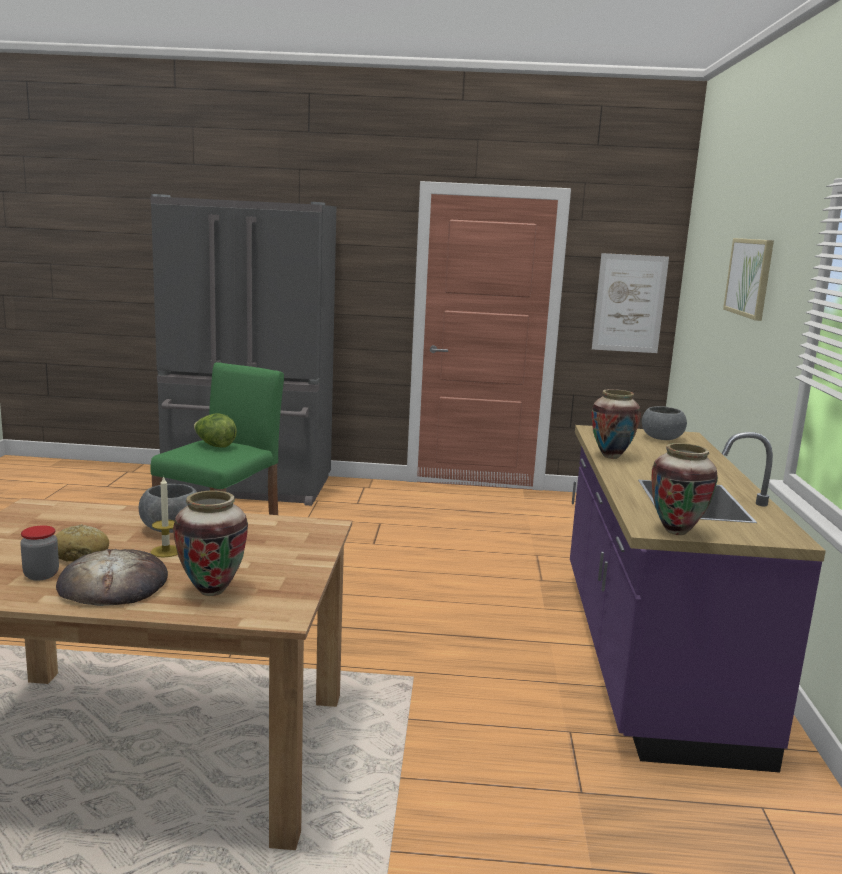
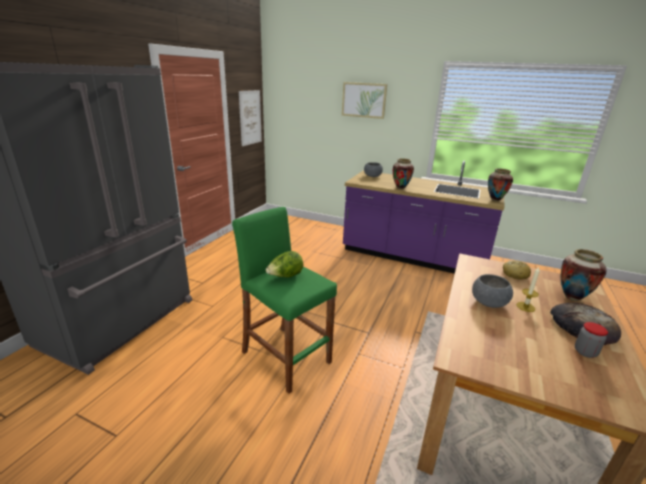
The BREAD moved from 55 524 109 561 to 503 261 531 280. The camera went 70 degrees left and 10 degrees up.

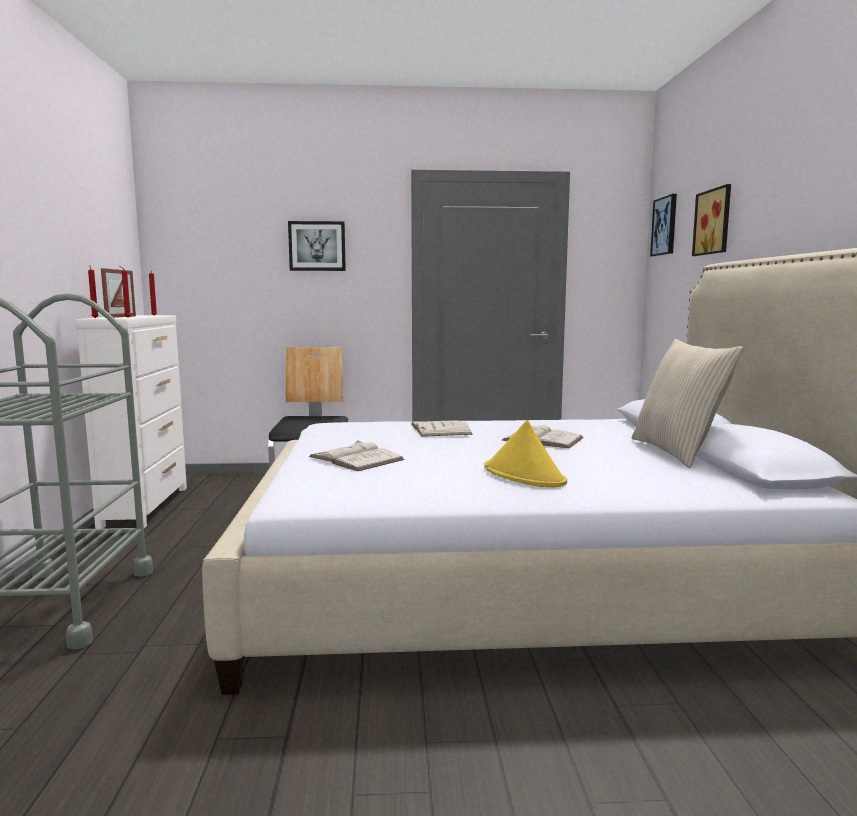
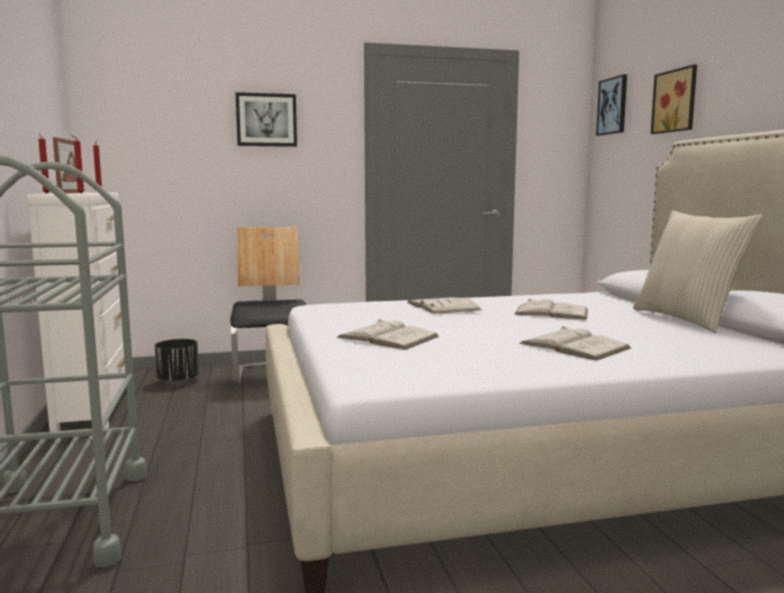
The BLACK PLANTER at 155 339 199 384 appeared. The YELLOW HAT at 484 420 567 487 was replaced by the WHITE BOOK at 519 326 631 361. The camera went 10 degrees left and 0 degrees up.

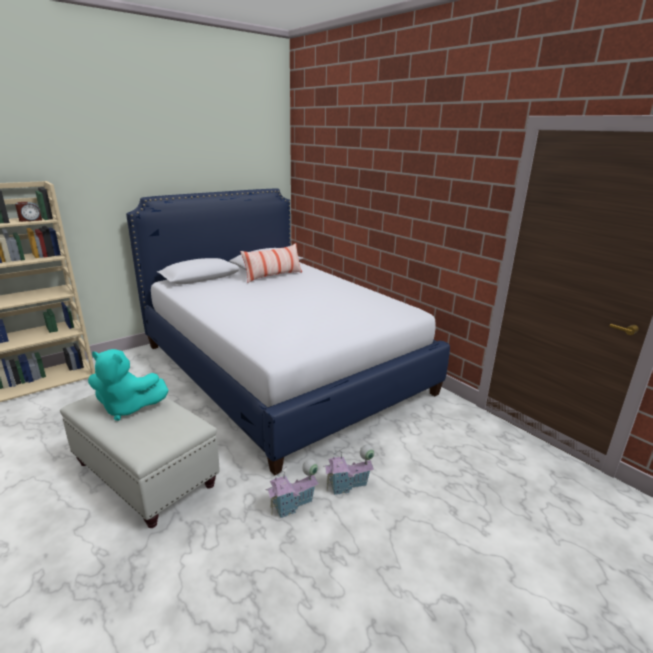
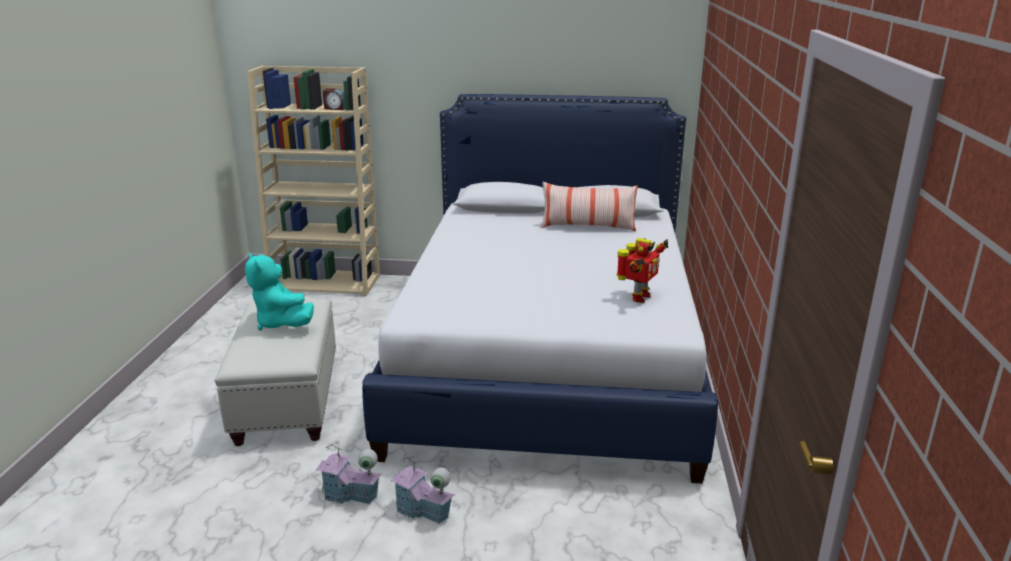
The TOY ROBOT at 616 238 668 303 appeared. The camera went 45 degrees right and 0 degrees up.

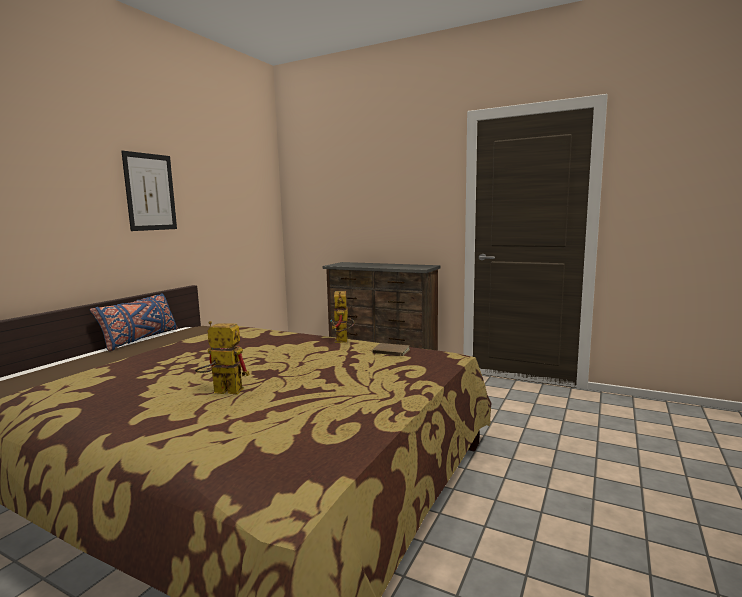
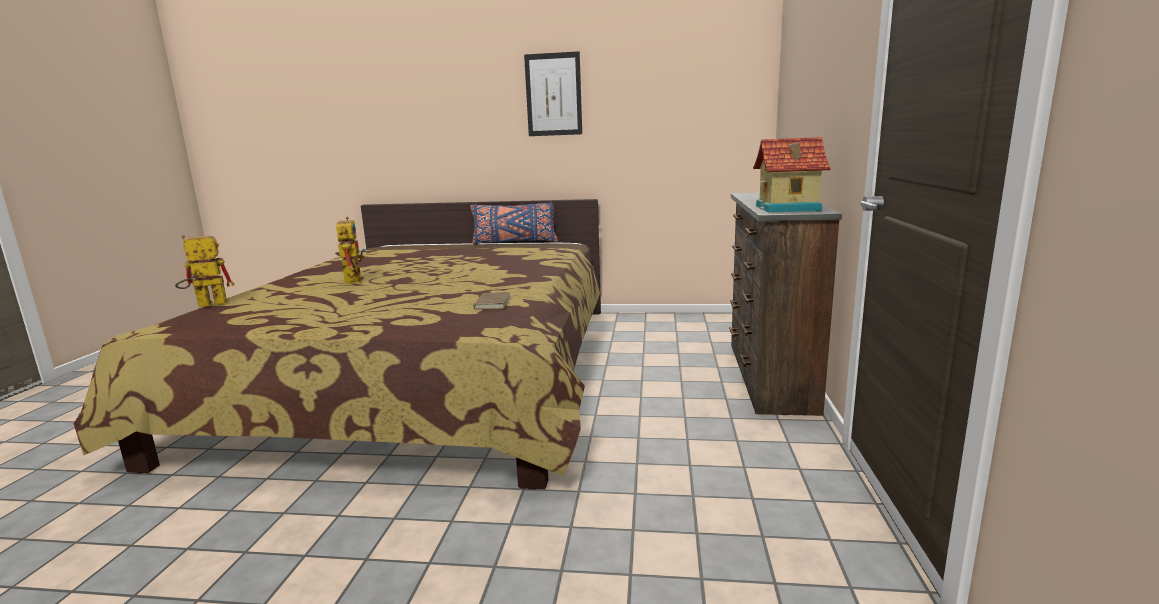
The TOY HOUSE at 753 137 831 212 appeared. The TOY ROBOT moved from 330 291 355 343 to 175 235 234 307. The camera went 70 degrees right and 5 degrees up.

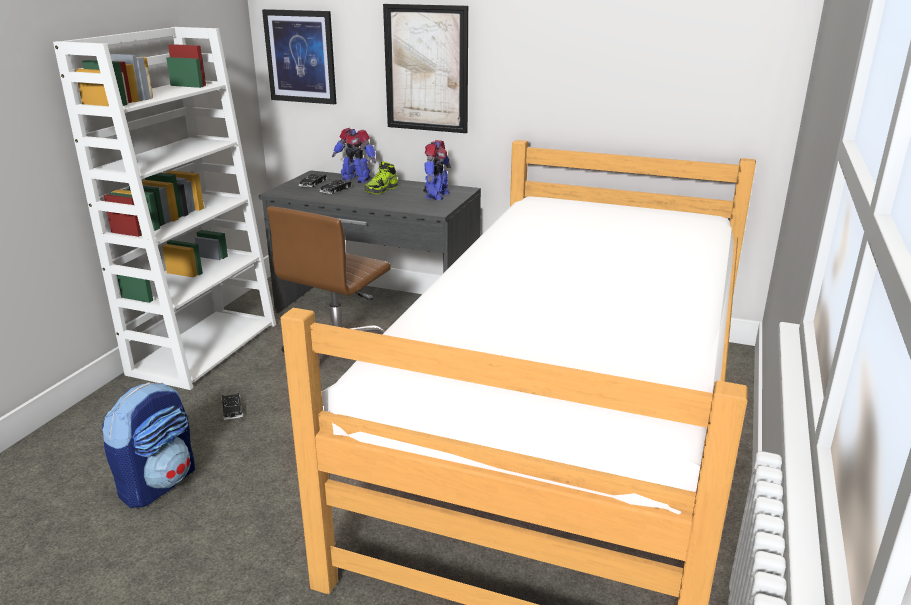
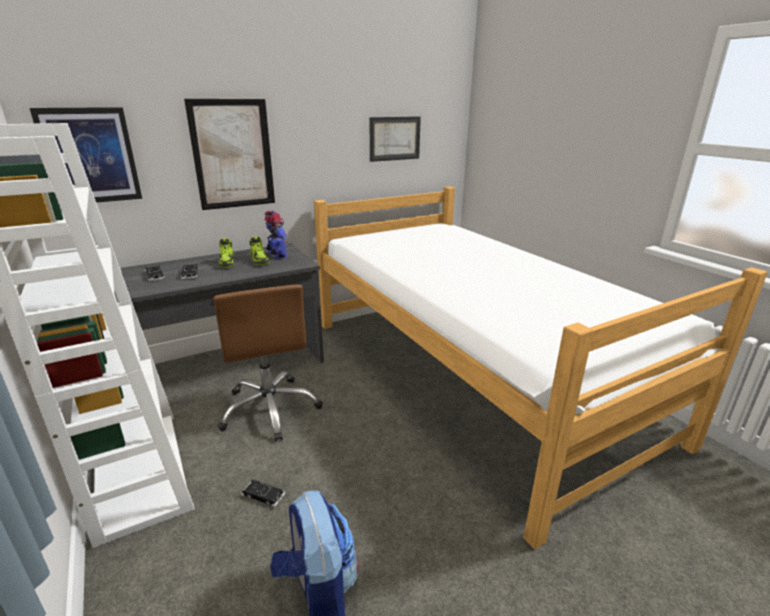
The TOY ROBOT at 332 128 376 183 disappeared. The SHOE at 249 236 270 265 appeared. The PICTURE at 369 116 421 162 appeared. The camera went 50 degrees left and 0 degrees up.

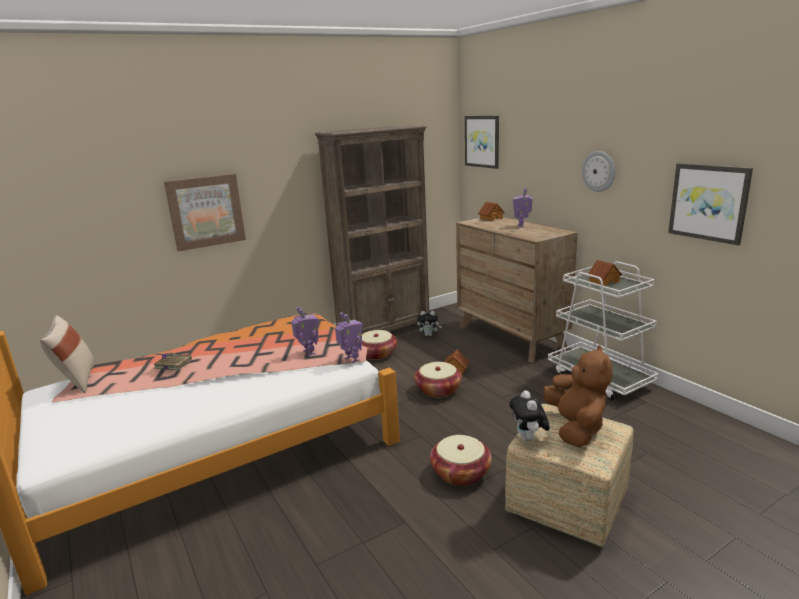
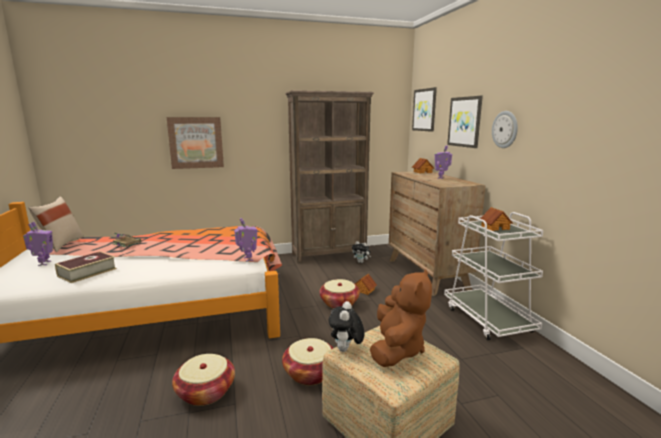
The BOOK at 55 251 117 283 appeared. The TOY ROBOT moved from 291 307 318 356 to 23 222 53 266. The BASKET moved from 362 330 397 360 to 172 354 235 406. The PICTURE moved from 668 163 753 246 to 447 96 483 148. The camera went 15 degrees right and 5 degrees down.

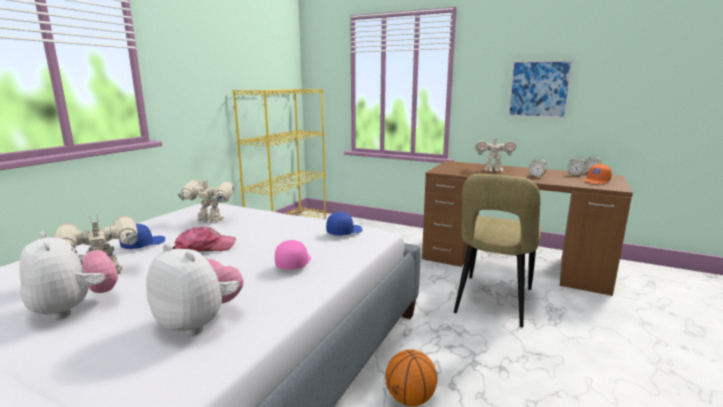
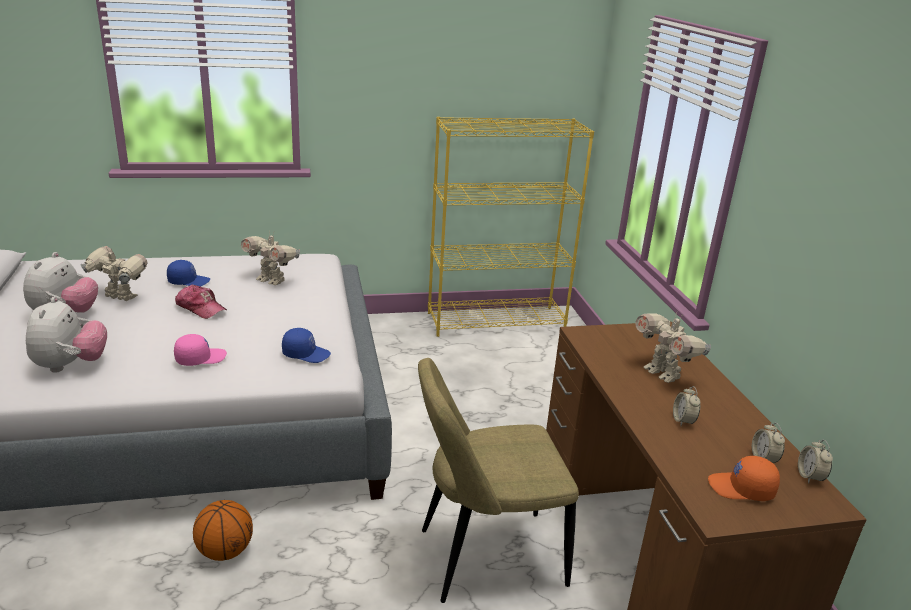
The PICTURE at 507 59 574 119 disappeared. The TOY ROBOT at 178 177 234 222 turned 150 degrees clockwise. The camera went 50 degrees right and 10 degrees up.

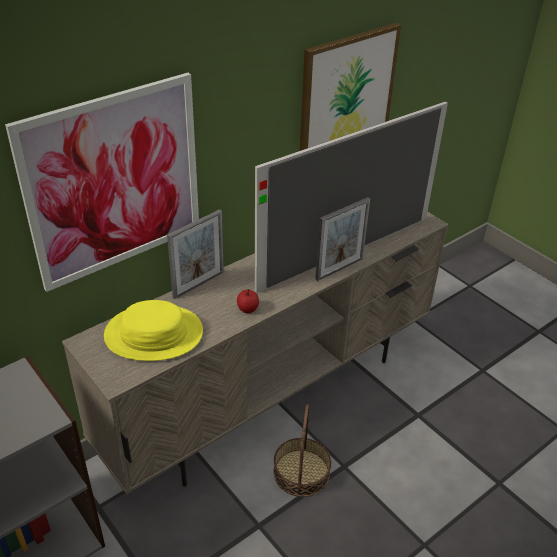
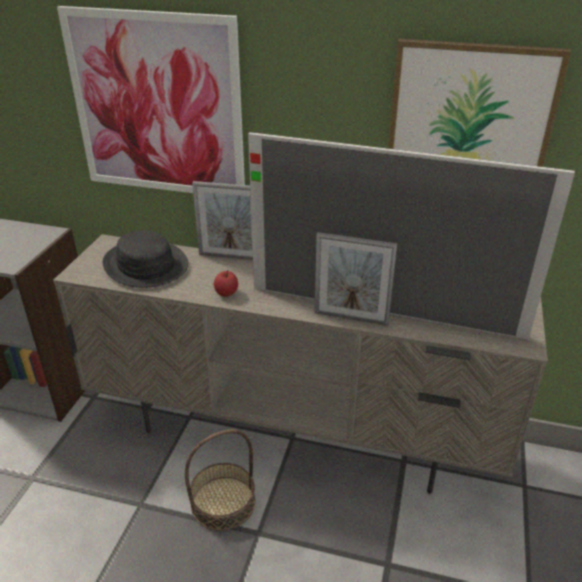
The YELLOW HAT at 104 300 203 361 became the BLACK HAT at 103 230 188 288. The camera went 55 degrees right and 5 degrees down.

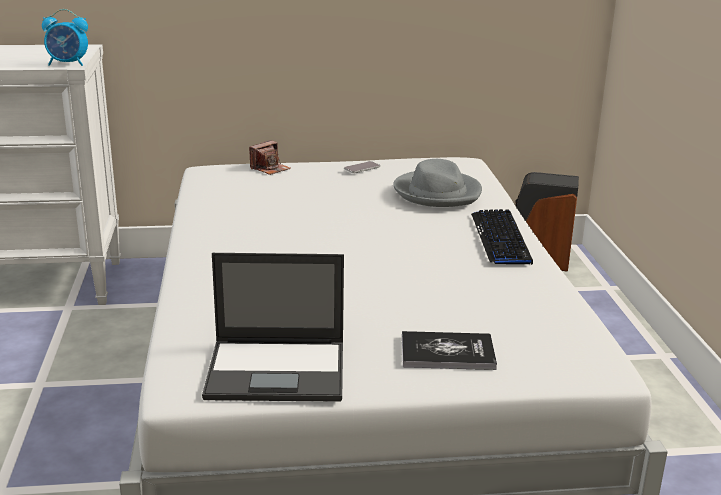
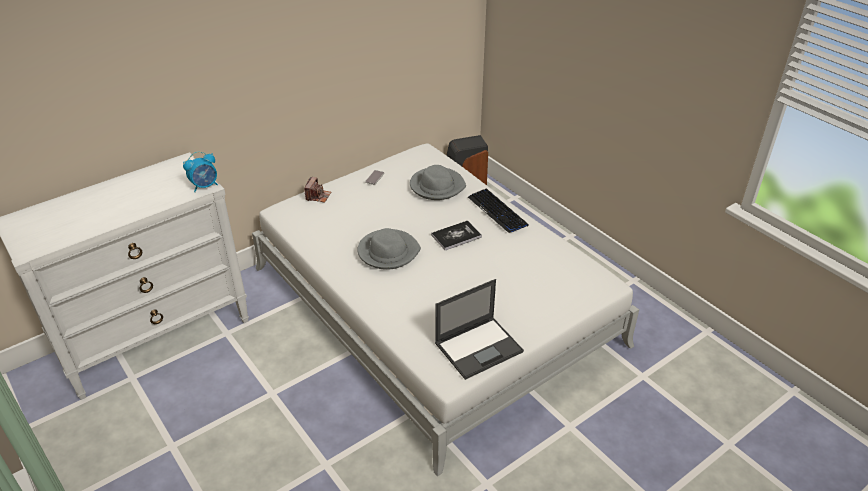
The GREY HAT at 357 228 421 270 appeared. The BOOK moved from 402 331 497 370 to 431 220 482 250. The camera went 30 degrees left and 15 degrees up.

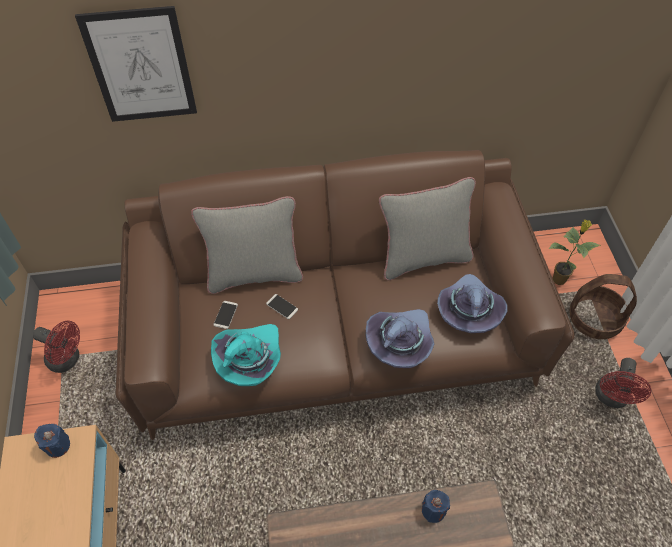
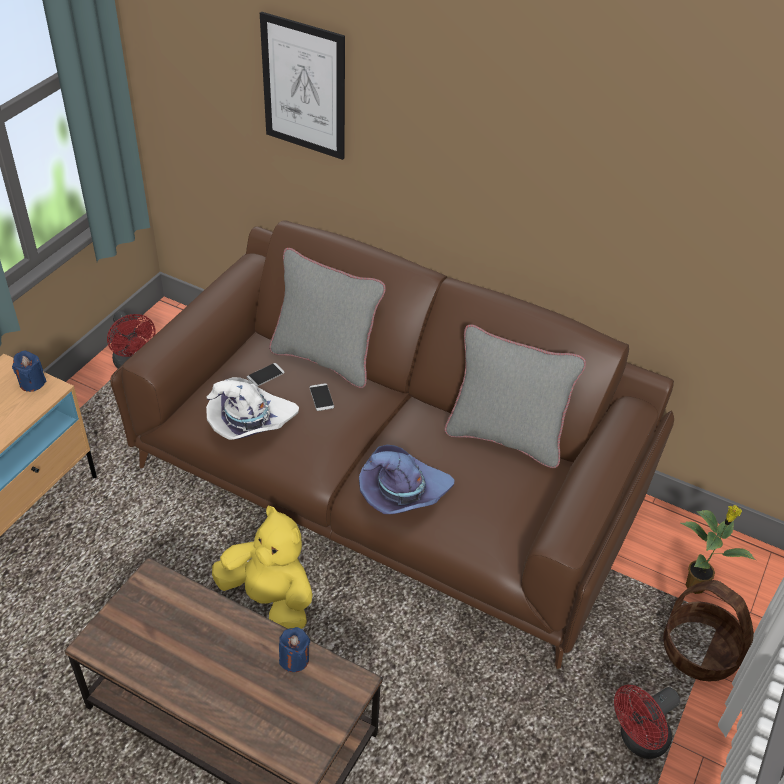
The PURPLE HAT at 437 274 508 333 disappeared. The YELLOW PLUSH TOY at 212 506 313 629 appeared. The TURQUOISE HAT at 211 324 281 386 became the WHITE HAT at 206 377 299 440. The camera went 35 degrees right and 10 degrees down.

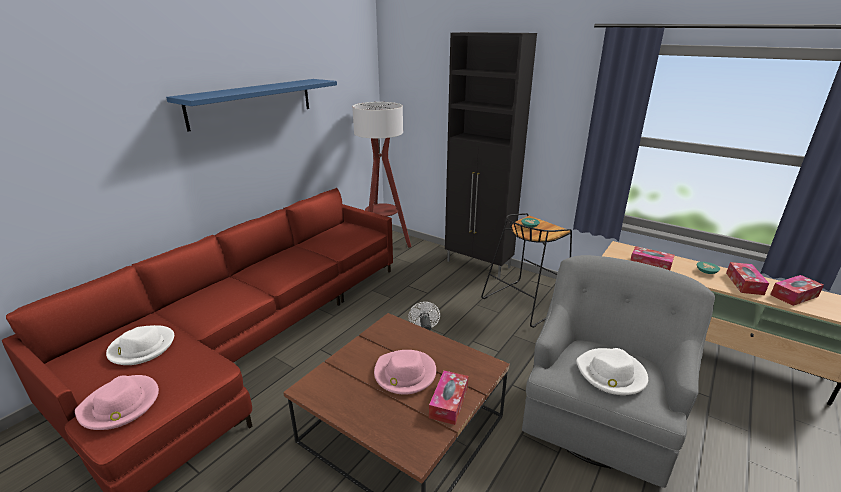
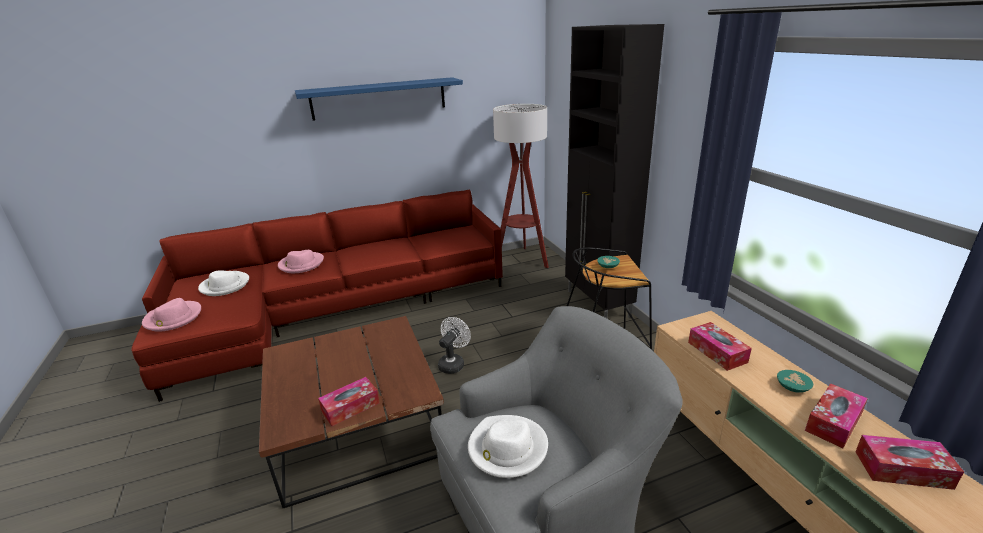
The PINK HAT moved from 374 350 436 395 to 278 250 324 273. The camera went 35 degrees right and 0 degrees up.

